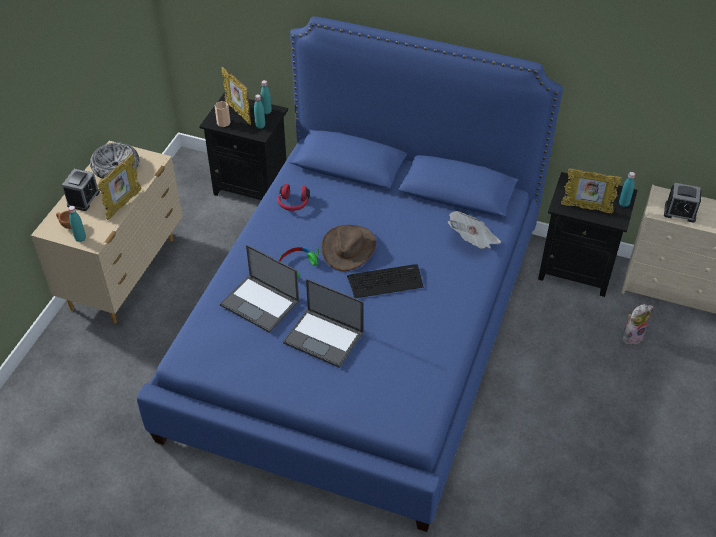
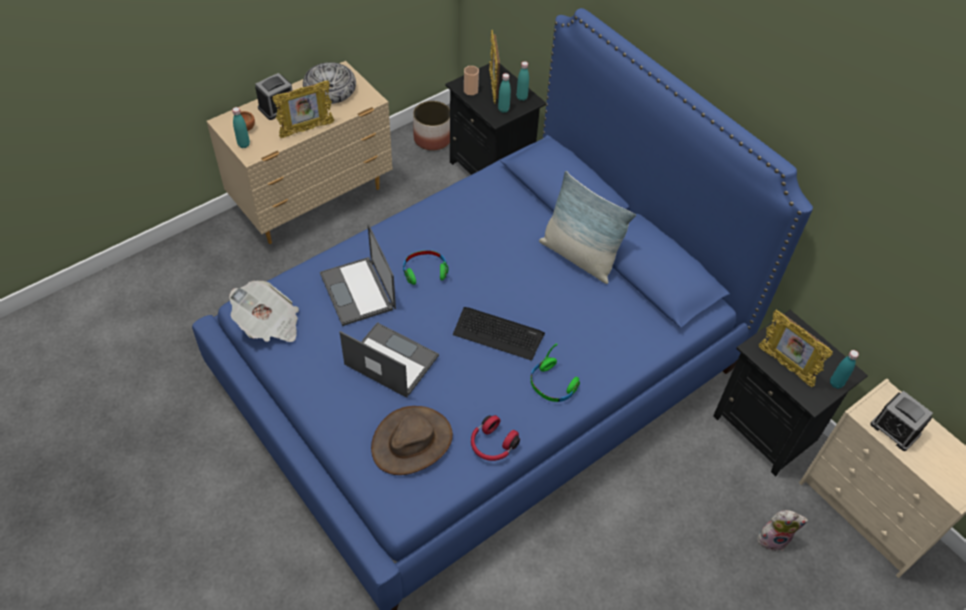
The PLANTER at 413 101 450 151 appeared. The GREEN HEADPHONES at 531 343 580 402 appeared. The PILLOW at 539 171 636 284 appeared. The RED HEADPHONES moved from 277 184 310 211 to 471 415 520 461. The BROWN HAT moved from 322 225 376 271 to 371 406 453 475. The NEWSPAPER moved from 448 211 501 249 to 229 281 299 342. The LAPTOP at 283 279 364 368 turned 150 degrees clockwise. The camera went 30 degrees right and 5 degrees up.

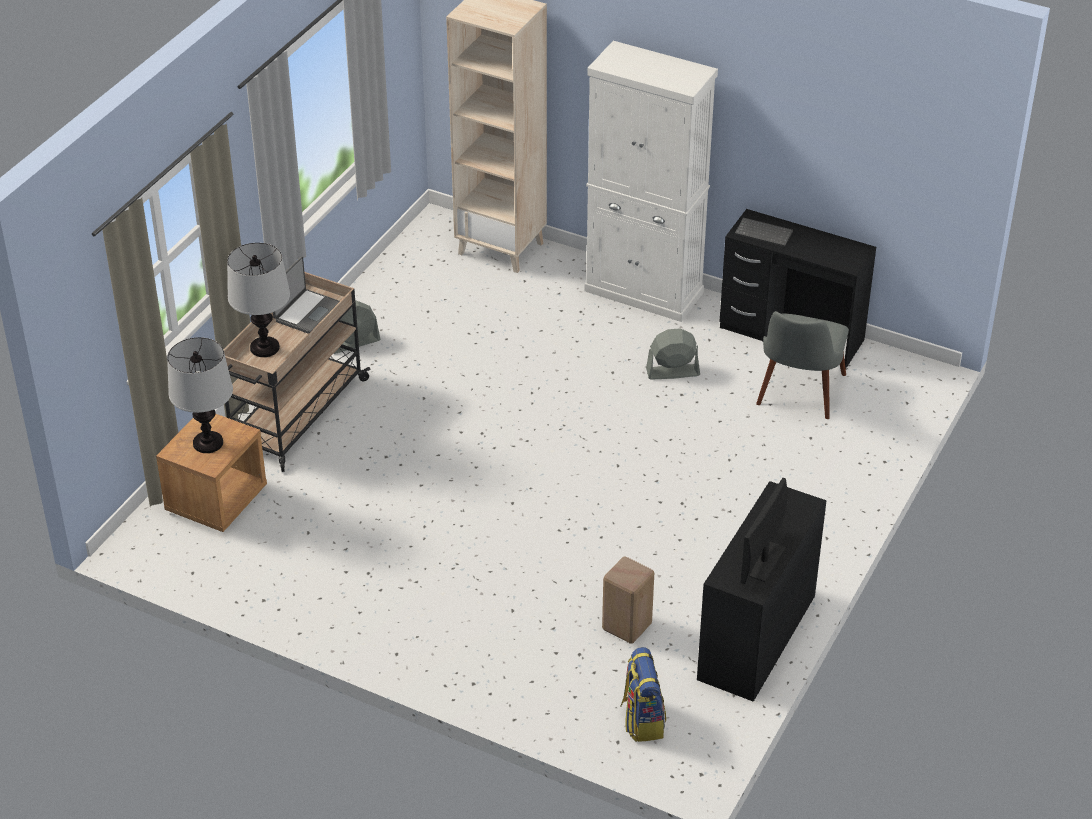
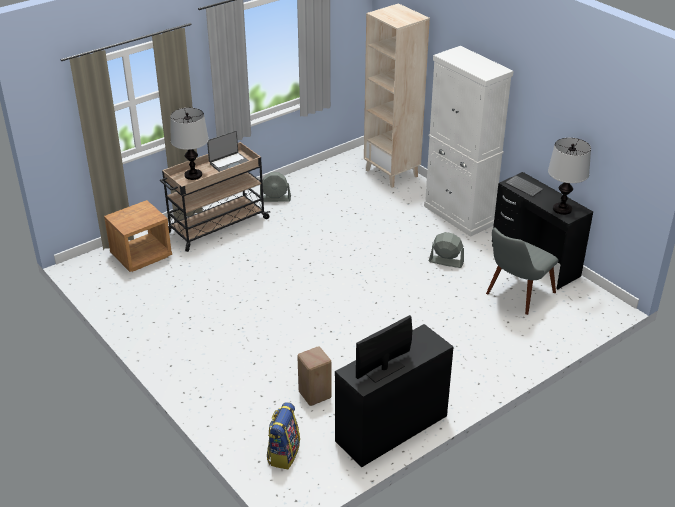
The TABLE LAMP moved from 167 337 233 453 to 548 138 591 215. The camera went 25 degrees right and 5 degrees down.

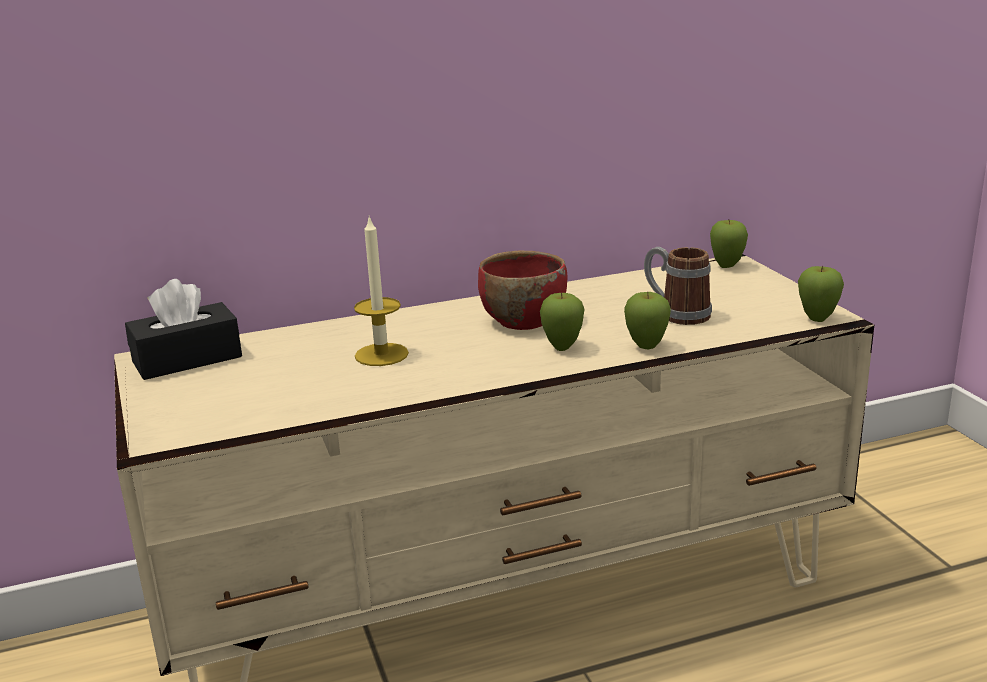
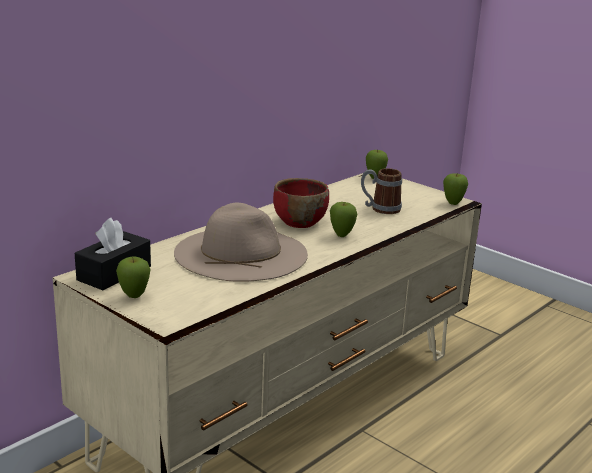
The APPLE moved from 624 292 671 349 to 116 256 151 298. The CANDLE at 354 216 409 366 was replaced by the BEIGE HAT at 174 203 308 282. The camera went 30 degrees left and 0 degrees up.

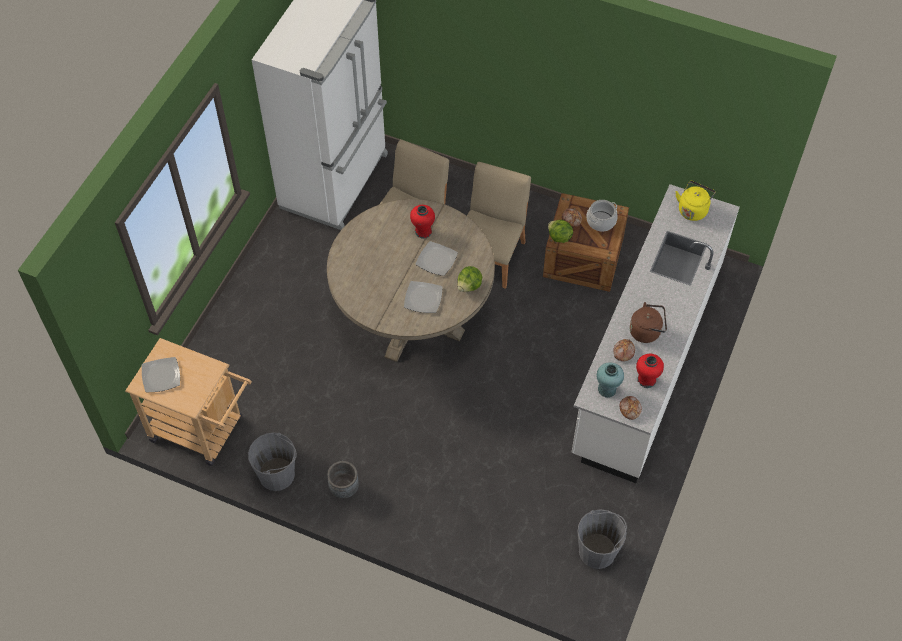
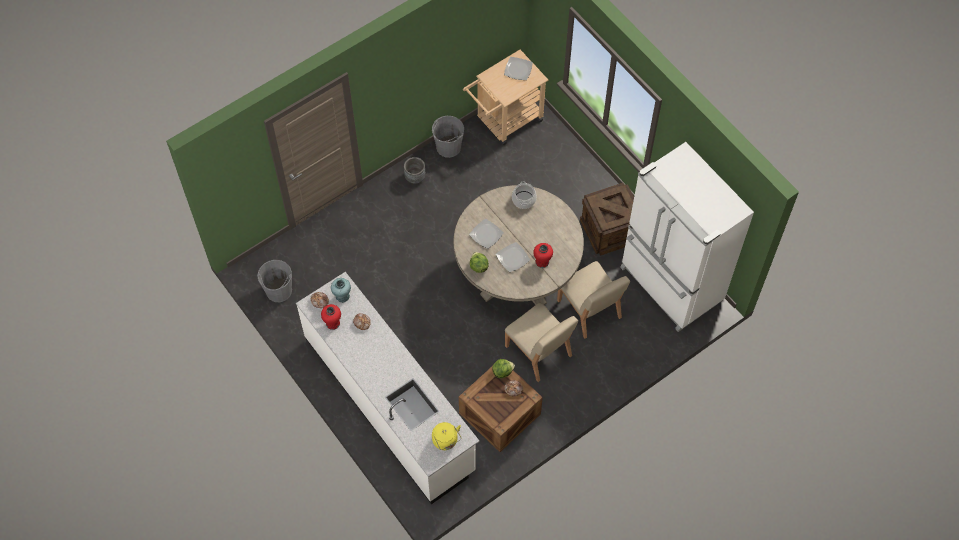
The BROWN KETTLE at 629 302 667 343 disappeared. The CRATE at 580 183 634 256 appeared. The COOKING POT moved from 586 200 618 232 to 512 182 537 209. The camera went 120 degrees right and 5 degrees up.

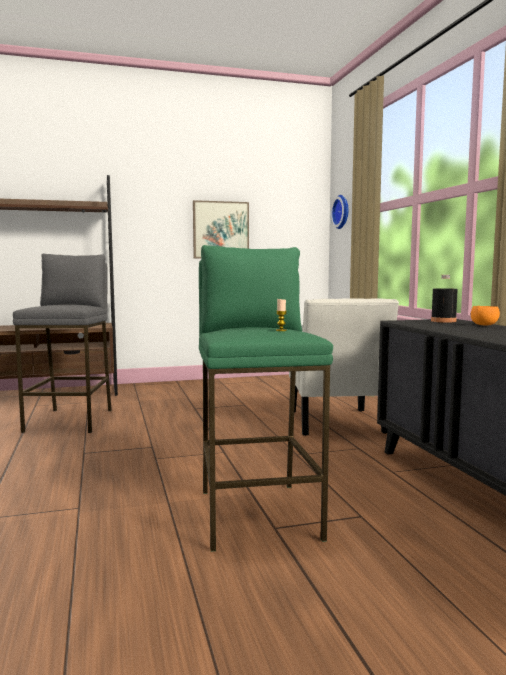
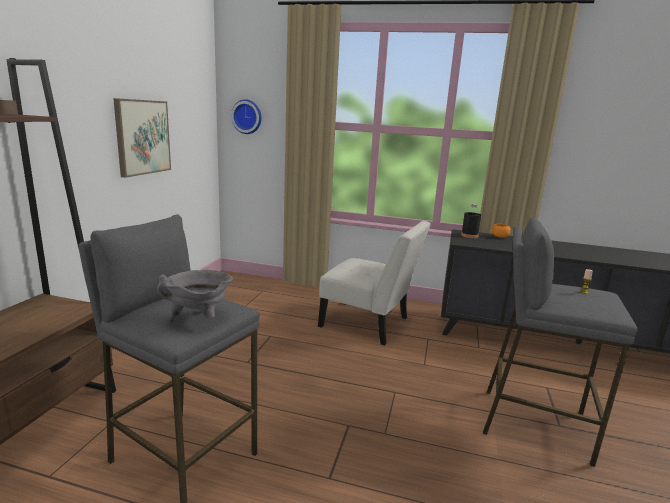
The GREY COOKING POT at 157 270 233 323 appeared. The GREEN STOOL at 199 245 333 552 became the GREY STOOL at 483 217 638 467. The camera went 60 degrees left and 10 degrees up.

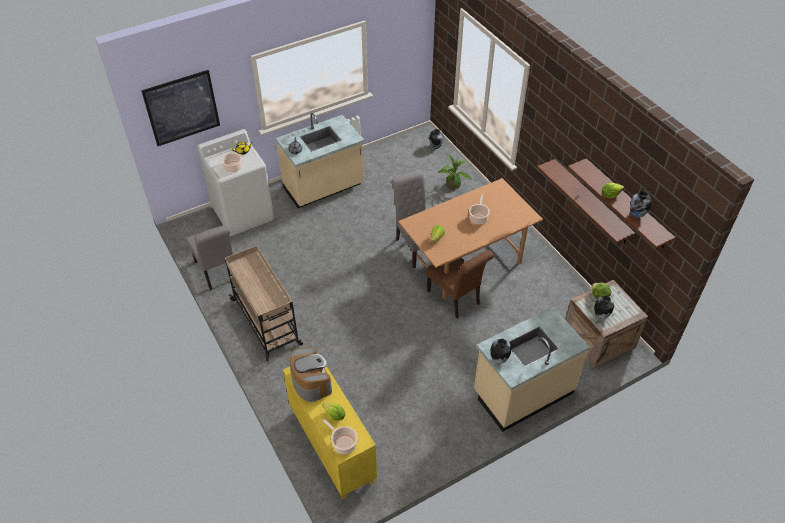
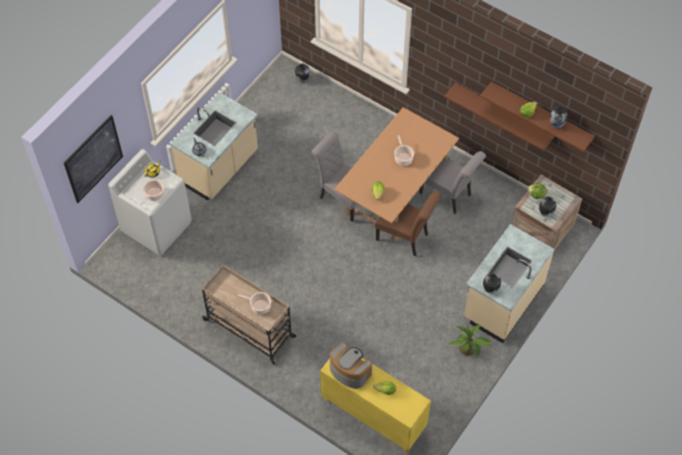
The GREY CHAIR moved from 186 225 233 290 to 420 151 486 214. The COOKING POT moved from 322 419 358 454 to 237 292 271 314. The POTTED PLANT moved from 438 154 472 190 to 448 324 491 356. The camera went 25 degrees left and 10 degrees up.

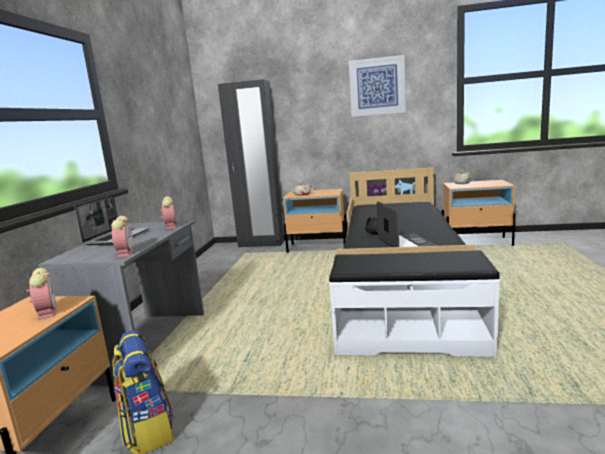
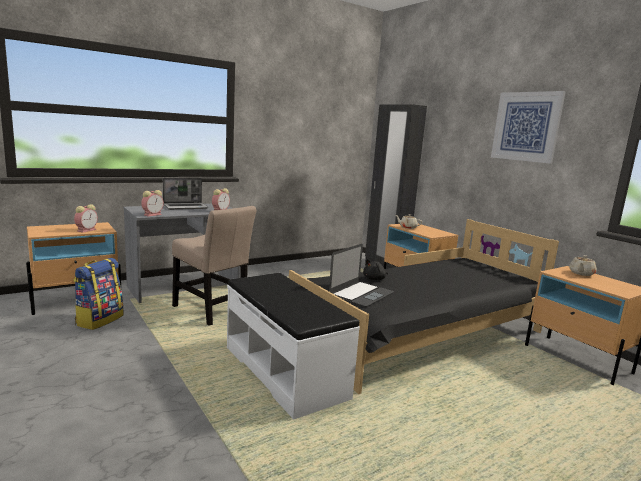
The BEIGE CHAIR at 172 206 256 326 appeared. The camera went 45 degrees right and 0 degrees up.

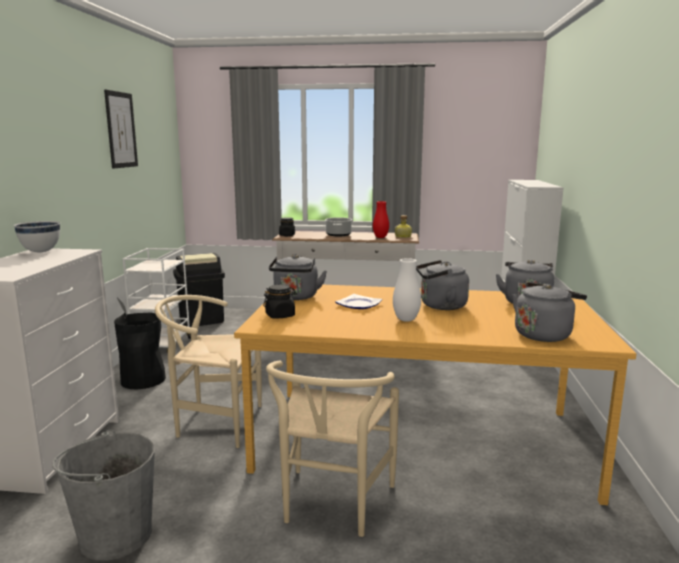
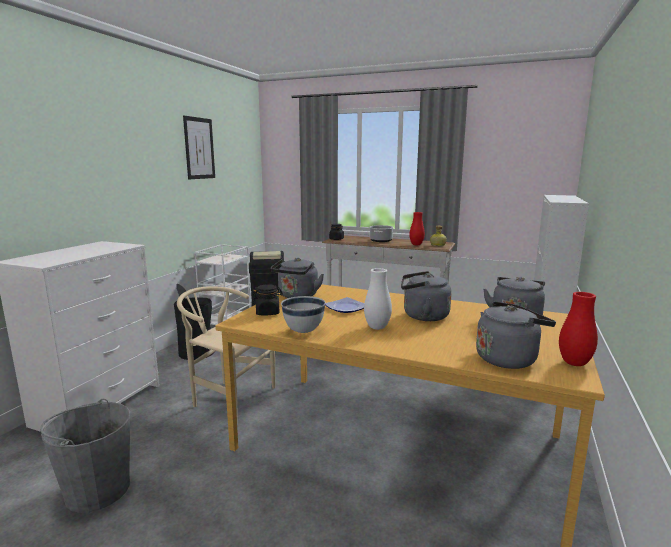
The BEIGE CHAIR at 266 360 399 537 disappeared. The RED VASE at 559 292 598 366 appeared. The WHITE BOWL moved from 14 221 60 252 to 281 296 325 333. The camera went 15 degrees right and 0 degrees up.

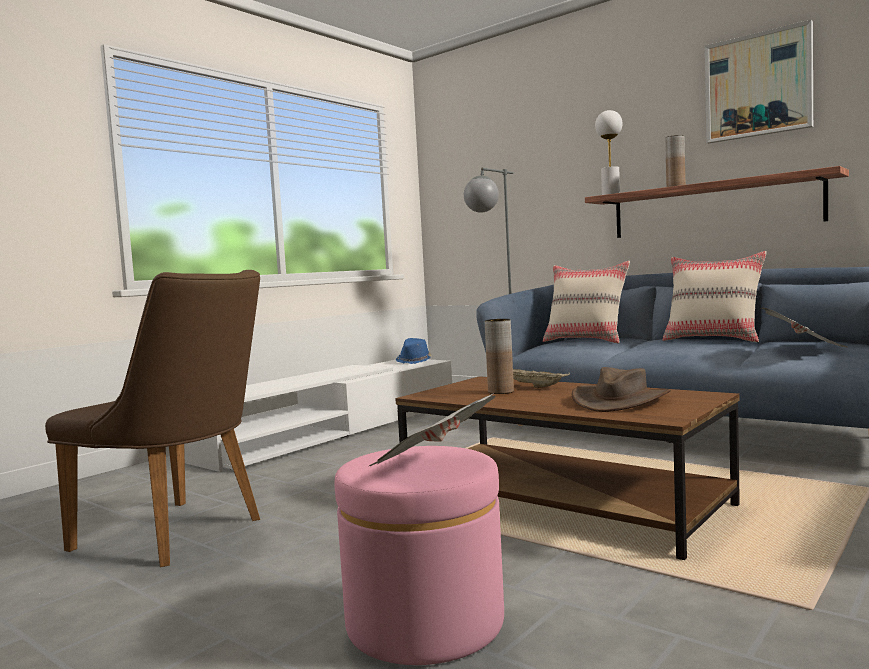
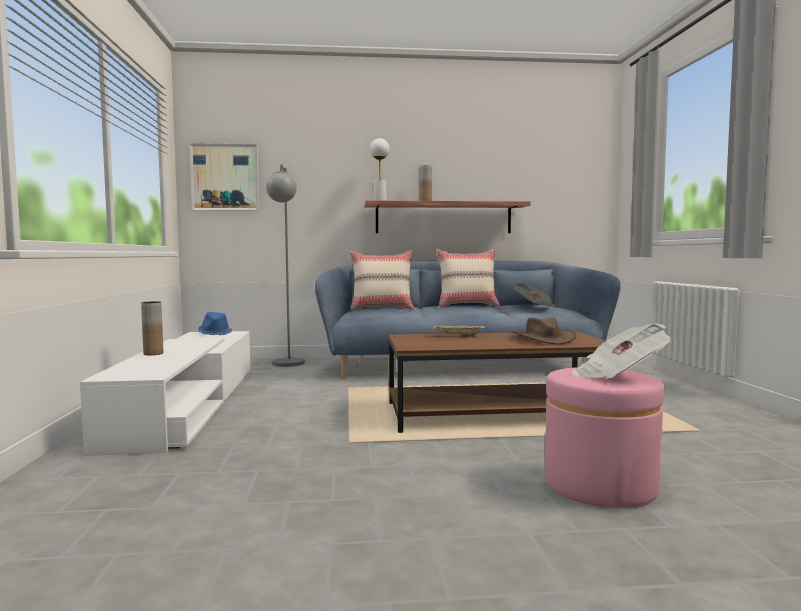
The BROWN CHAIR at 45 270 260 567 disappeared. The BROWN VASE moved from 485 319 514 394 to 141 301 163 355. The PICTURE moved from 705 20 813 143 to 189 143 259 211. The camera went 45 degrees left and 0 degrees up.

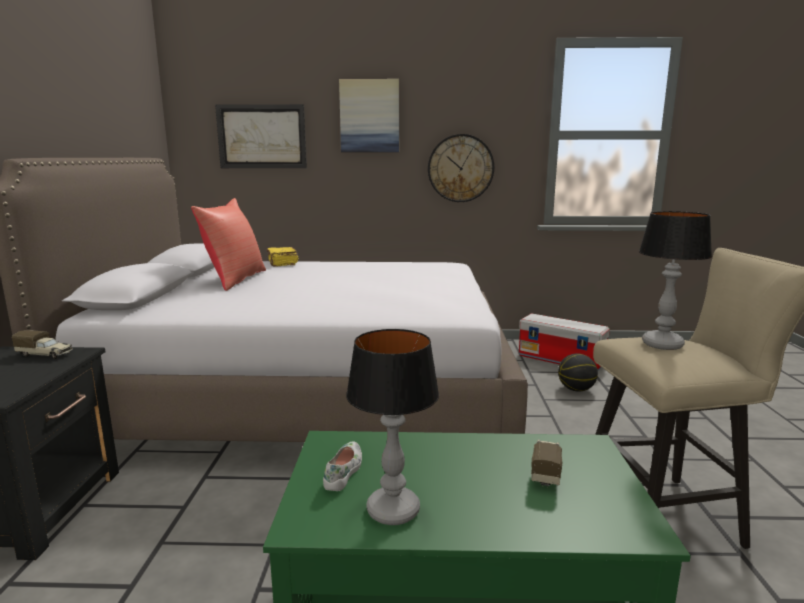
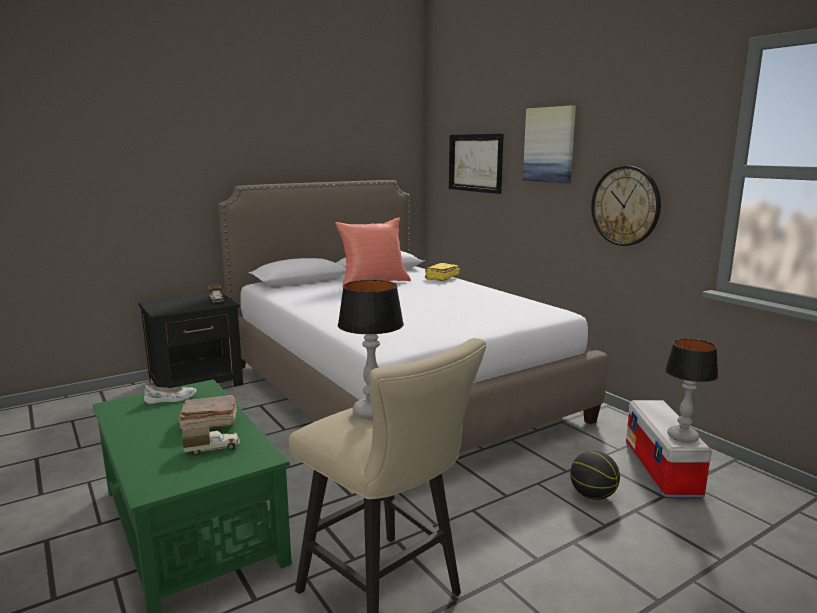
The BROWN BOOK at 179 395 237 432 appeared. The TABLE LAMP moved from 346 329 439 525 to 665 339 718 443. The camera went 55 degrees right and 0 degrees up.

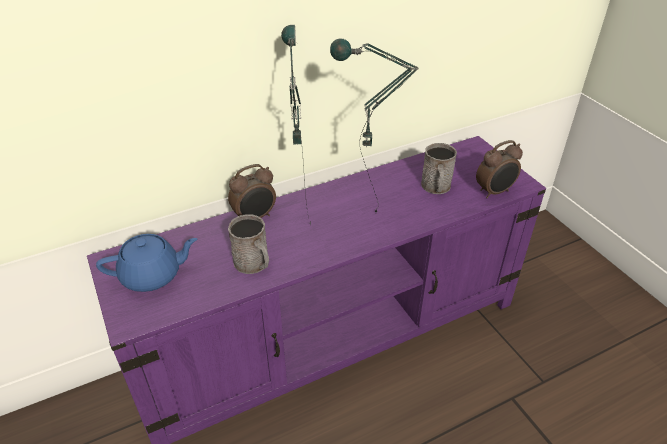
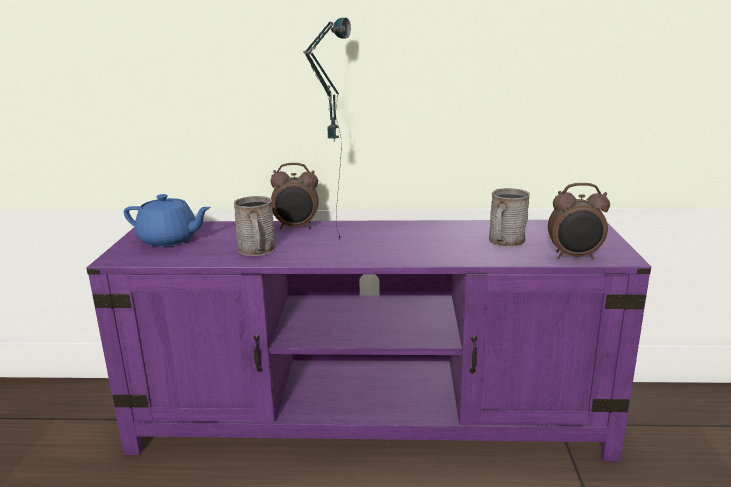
The TABLE LAMP at 330 38 419 212 disappeared. The camera went 30 degrees right and 20 degrees down.

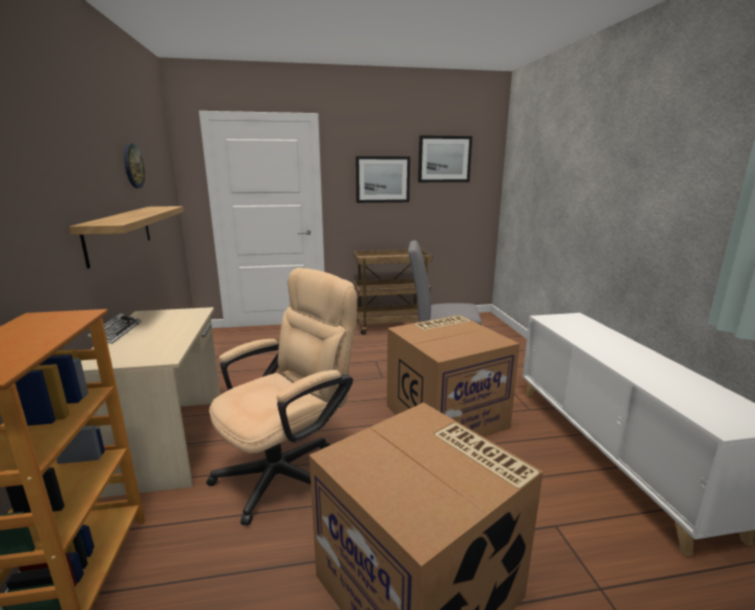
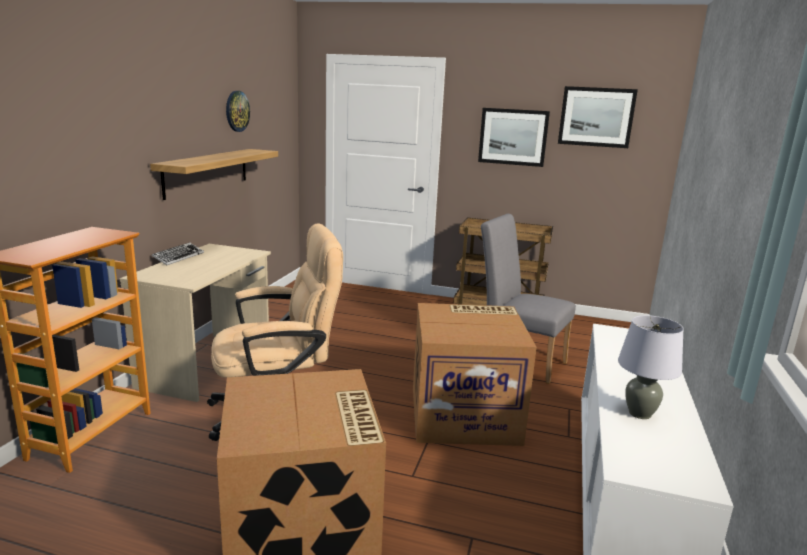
The GREY TABLE LAMP at 618 315 684 419 appeared. The camera went 25 degrees right and 0 degrees up.

